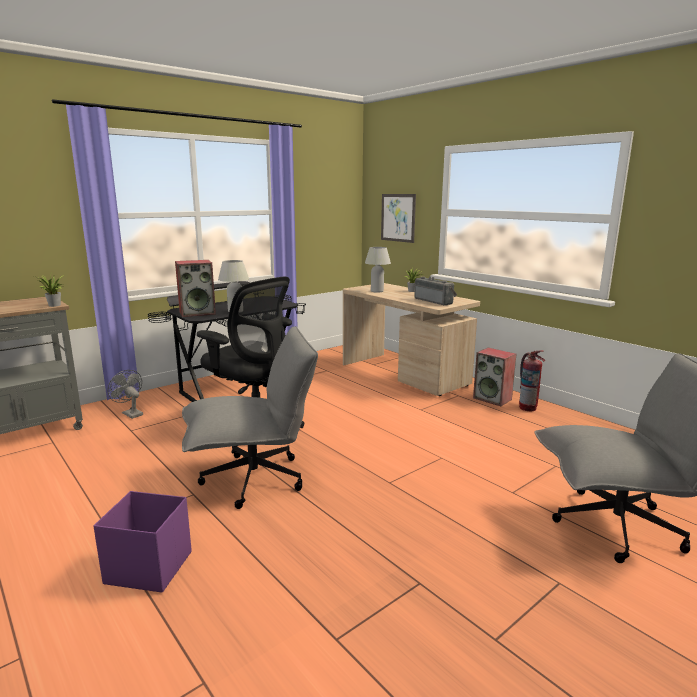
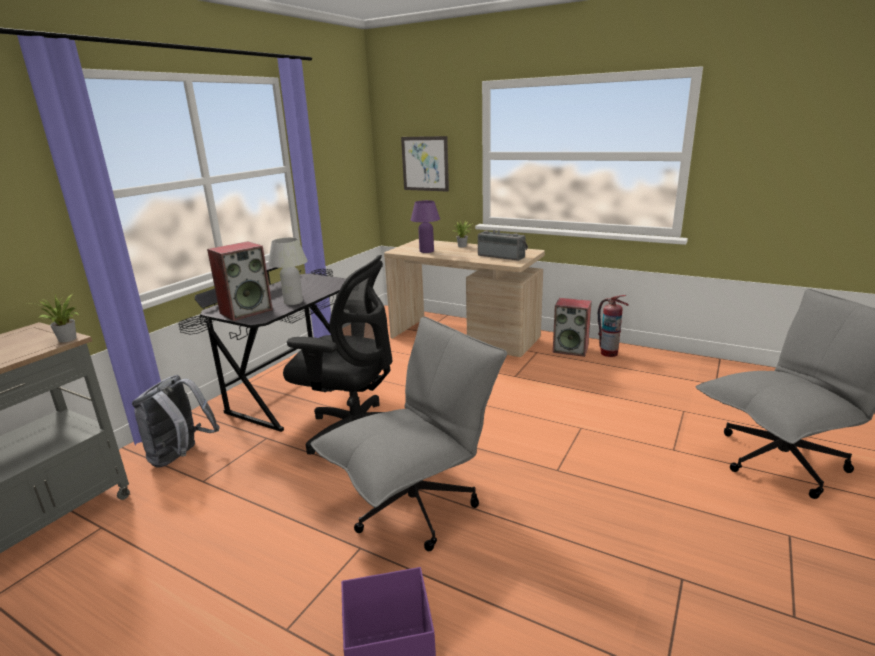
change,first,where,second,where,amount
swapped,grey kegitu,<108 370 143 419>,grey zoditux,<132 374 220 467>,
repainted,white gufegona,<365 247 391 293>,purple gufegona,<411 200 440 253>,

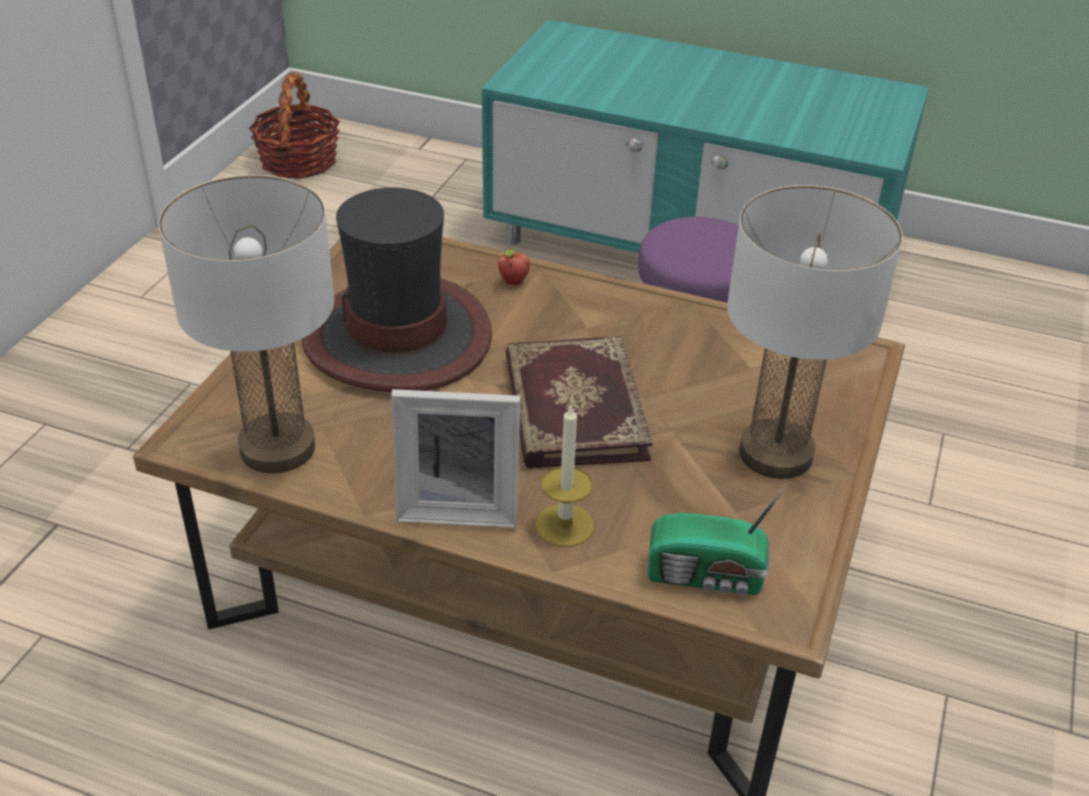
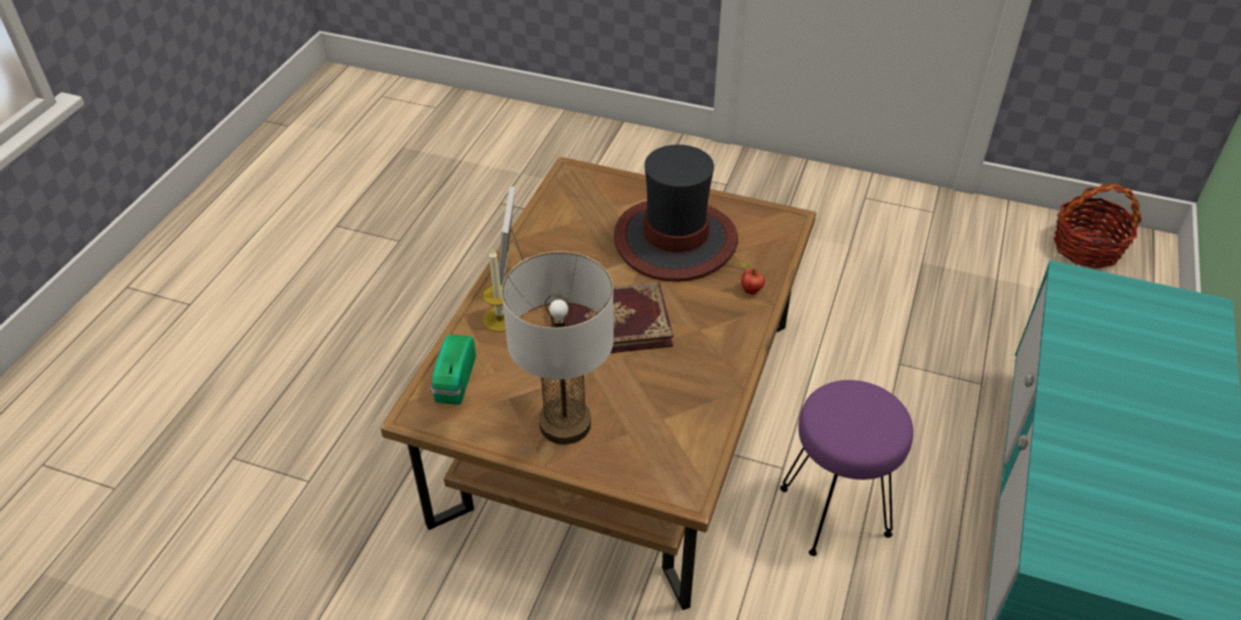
change,first,where,second,where,amount
gone,gufegona,<159 175 334 473>,,,

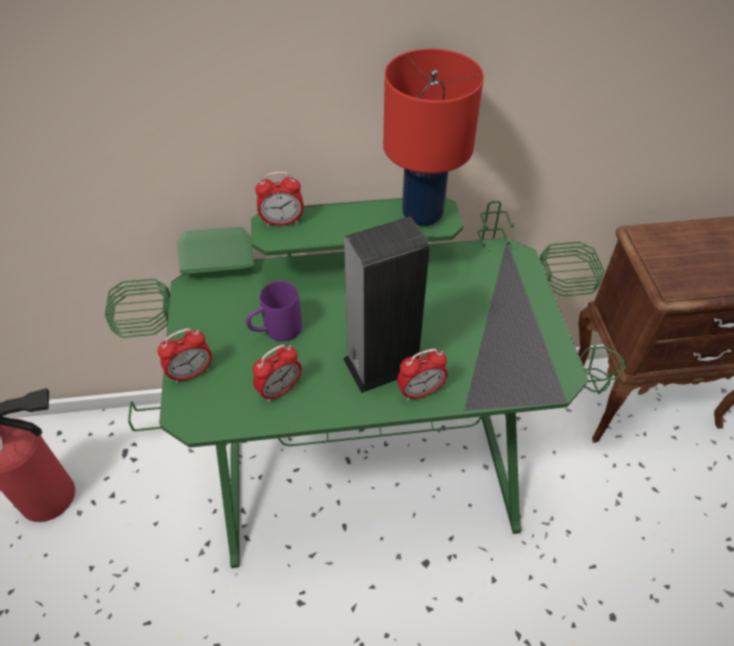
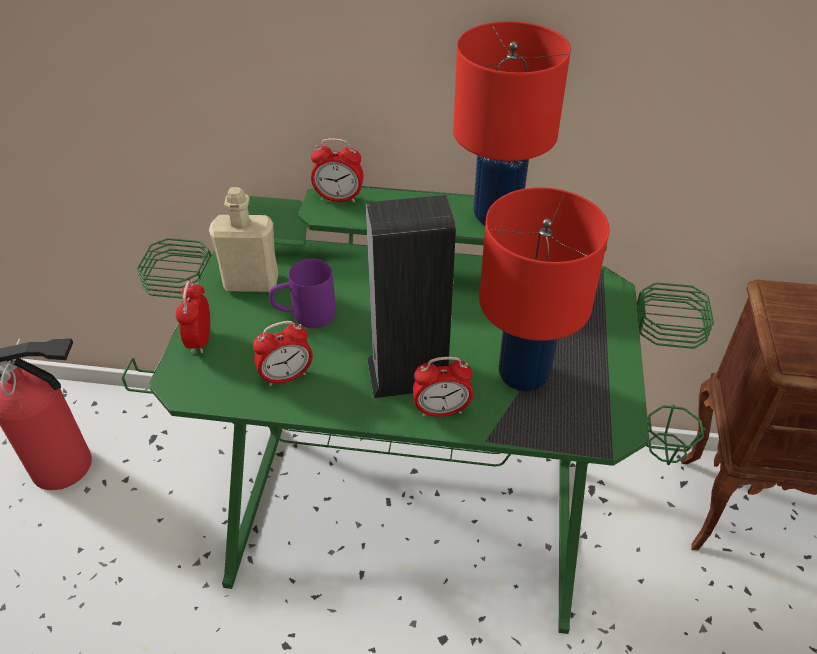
change,first,where,second,where,amount
new,,,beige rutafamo,<209 187 278 292>,
new,,,red gufegona,<479 187 610 392>,
rotated,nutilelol,<158 329 212 383>,,<175 281 210 353>,105 degrees clockwise

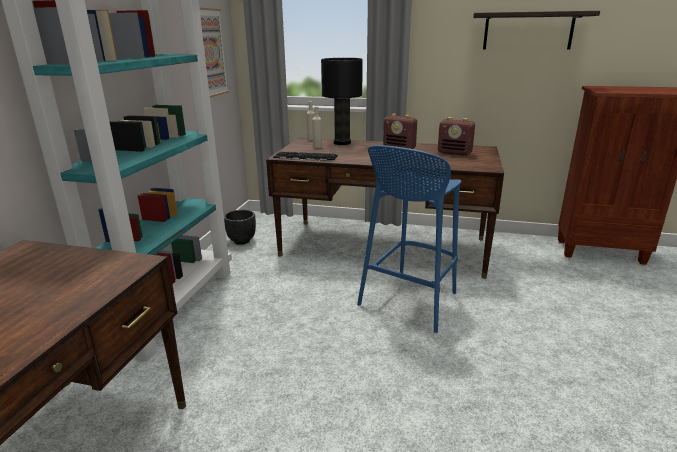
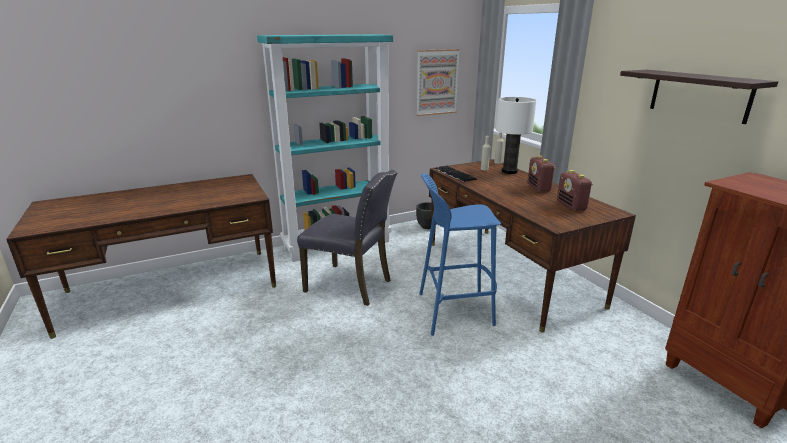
change,first,where,second,where,amount
new,,,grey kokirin,<297 170 397 306>,
repainted,black gufegona,<321 58 363 145>,white gufegona,<496 97 536 174>,

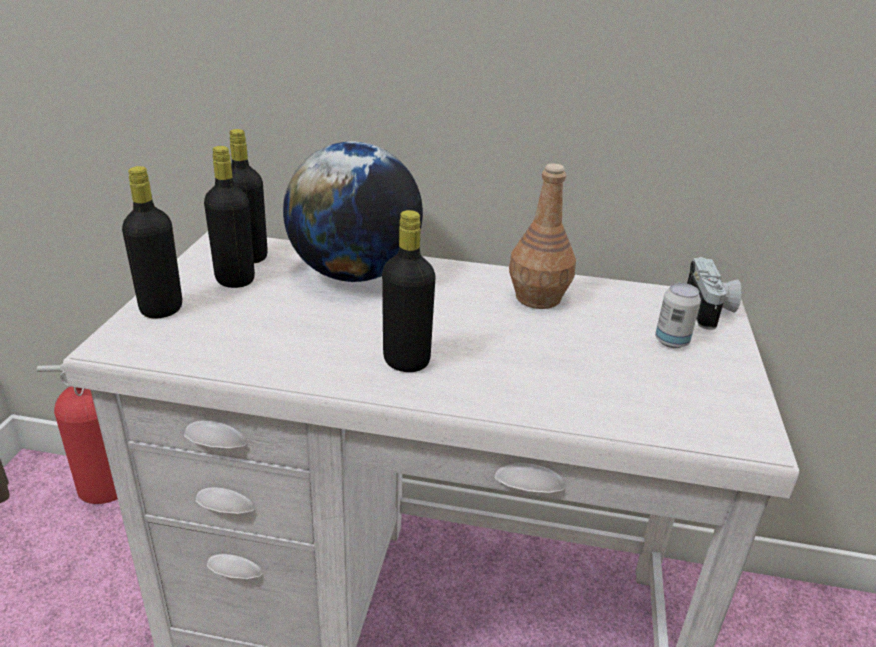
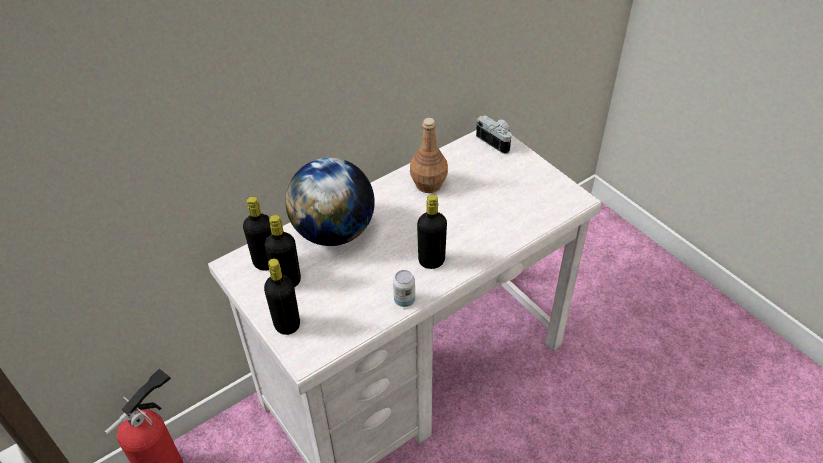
change,first,where,second,where,amount
shifted,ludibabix,<655 283 701 348>,,<393 270 415 307>,

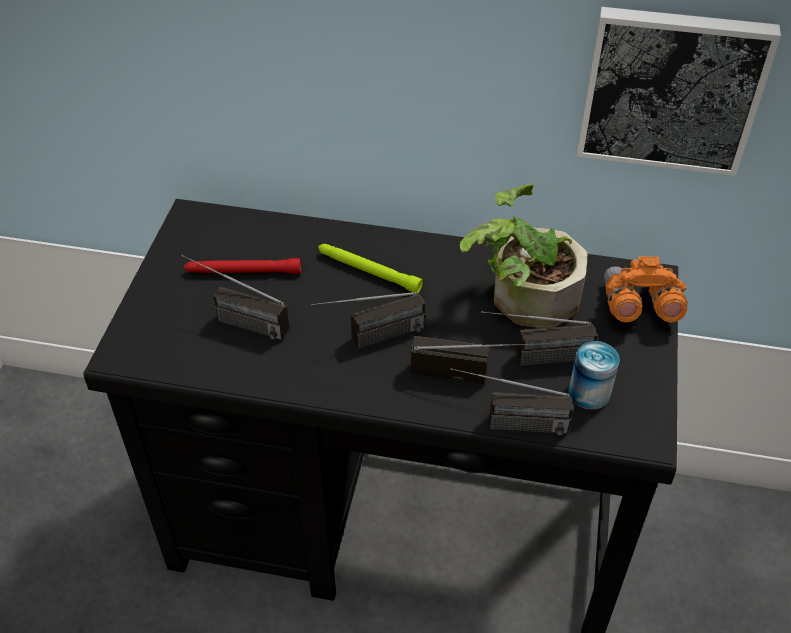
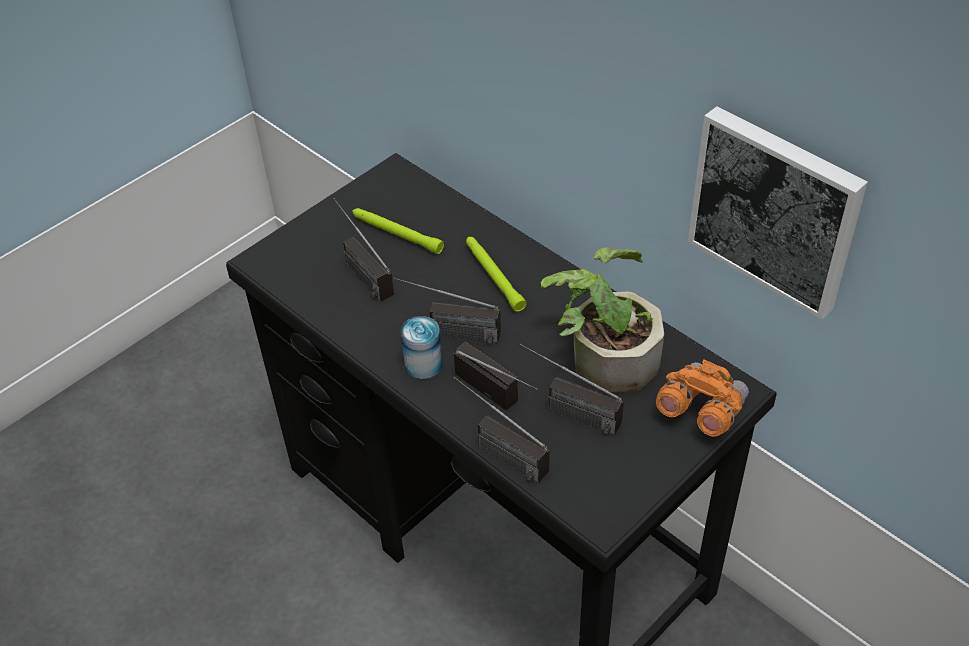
change,first,where,second,where,amount
shifted,ludibabix,<569 341 620 410>,,<401 316 443 379>,
repainted,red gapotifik,<184 258 301 274>,green gapotifik,<352 208 444 254>,

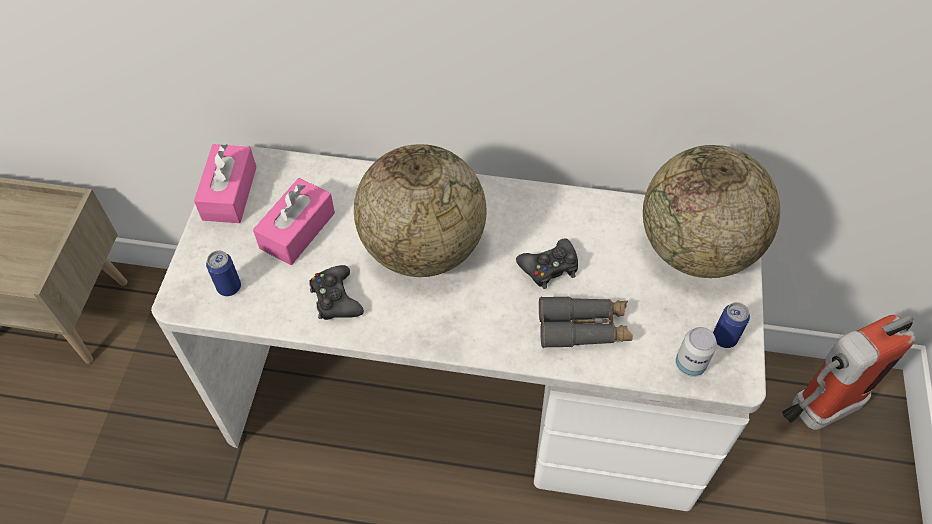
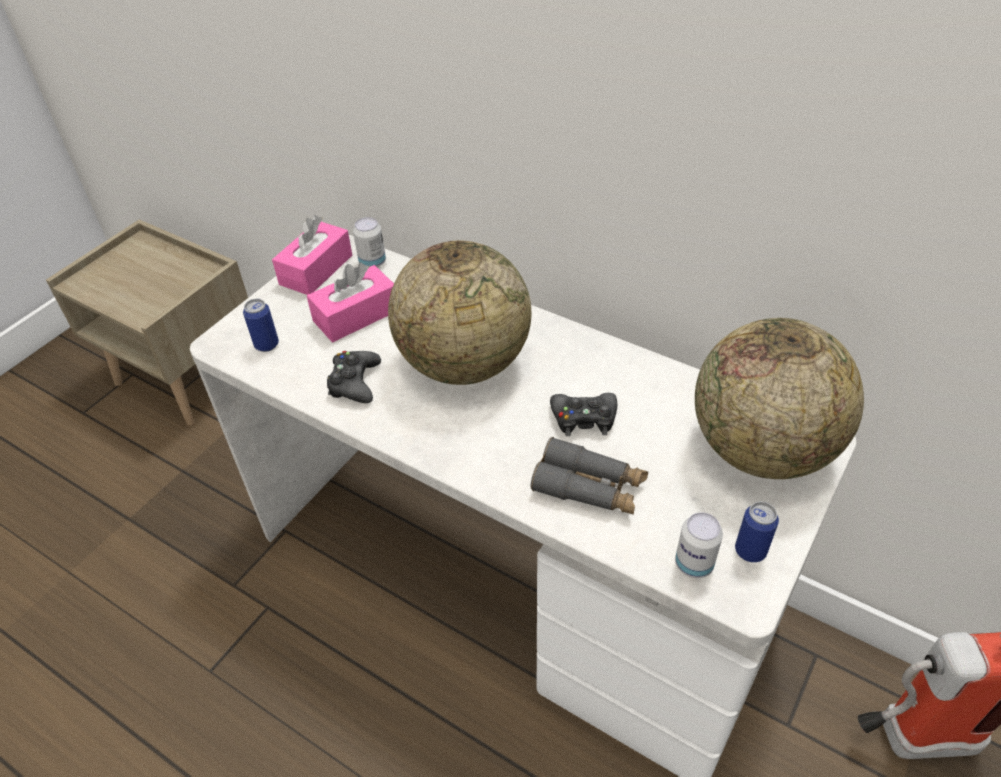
change,first,where,second,where,amount
new,,,ludibabix,<353 217 386 268>,

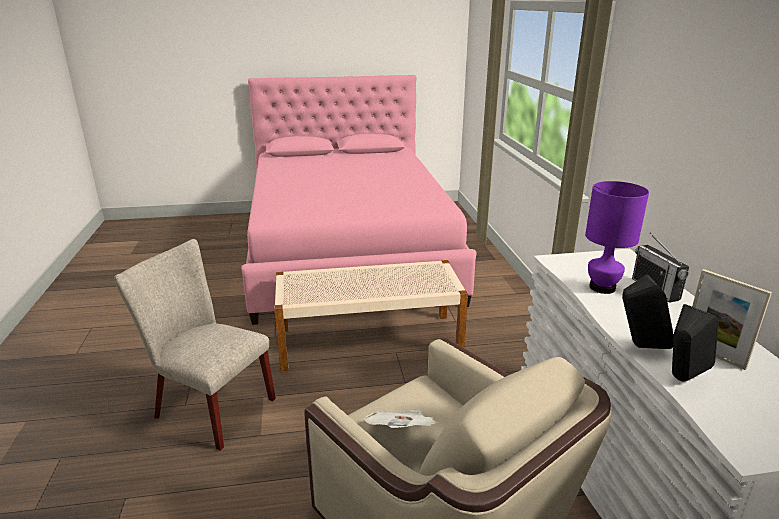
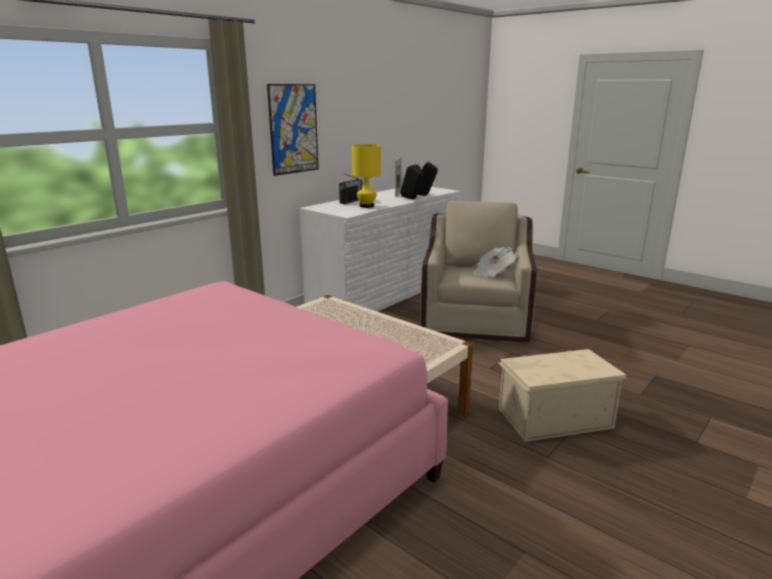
change,first,where,second,where,amount
new,,,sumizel,<267 84 319 176>,
swapped,beige kokirin,<114 239 276 451>,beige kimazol,<498 349 626 442>,
repainted,purple gufegona,<585 181 649 294>,yellow gufegona,<352 144 381 208>,

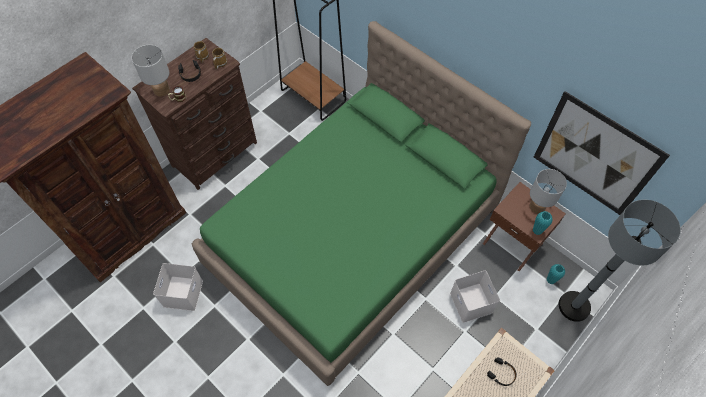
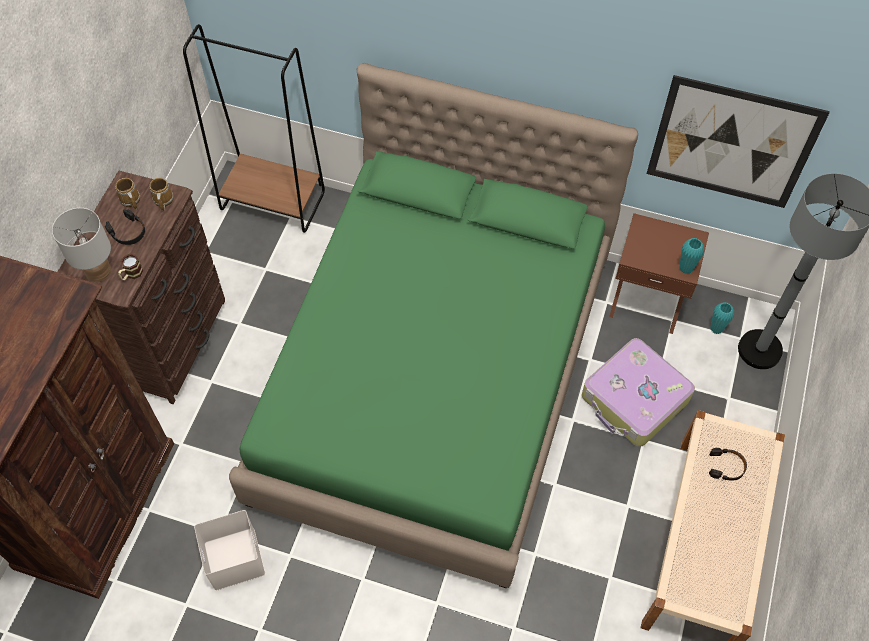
change,first,where,second,where,amount
gone,grey gufegona,<529 169 567 214>,,,
swapped,white kimazol,<450 271 500 323>,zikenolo,<582 338 695 447>,

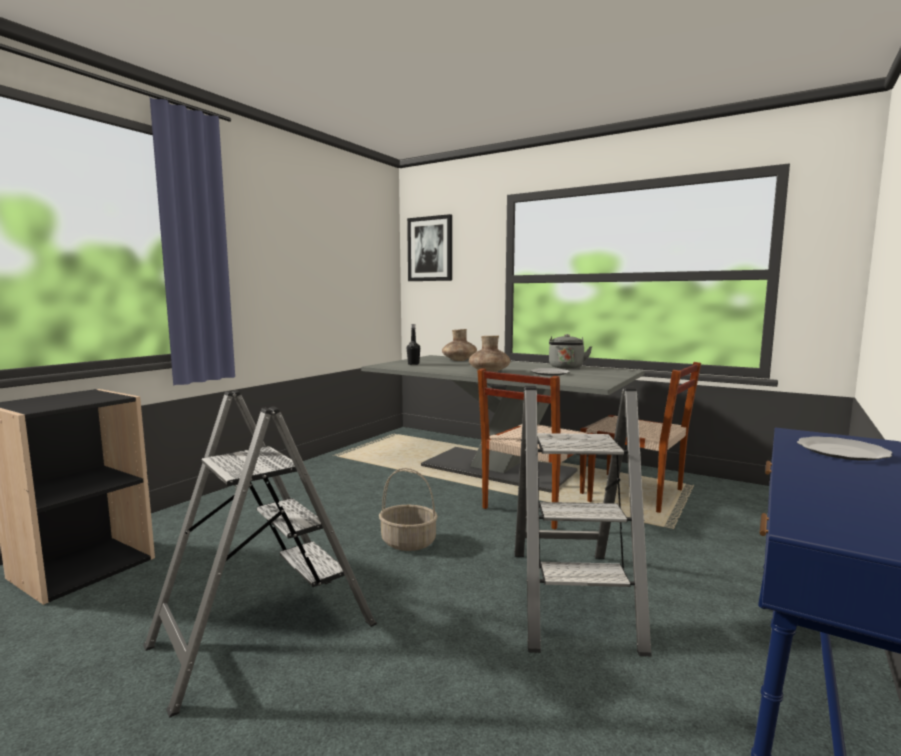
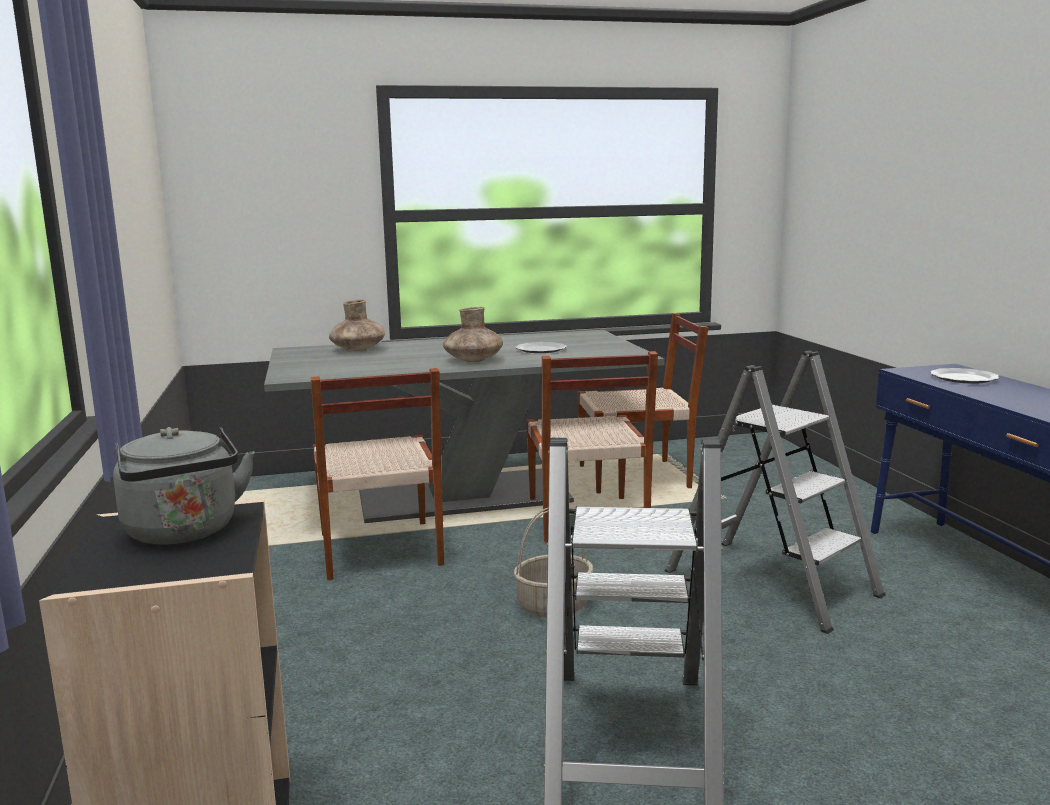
change,first,where,second,where,amount
gone,sumizel,<407 214 452 281>,,,
gone,black rutafamo,<407 324 420 365>,,,
new,,,kokirin,<311 368 444 580>,
shifted,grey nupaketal,<549 334 592 369>,,<113 427 255 544>,

